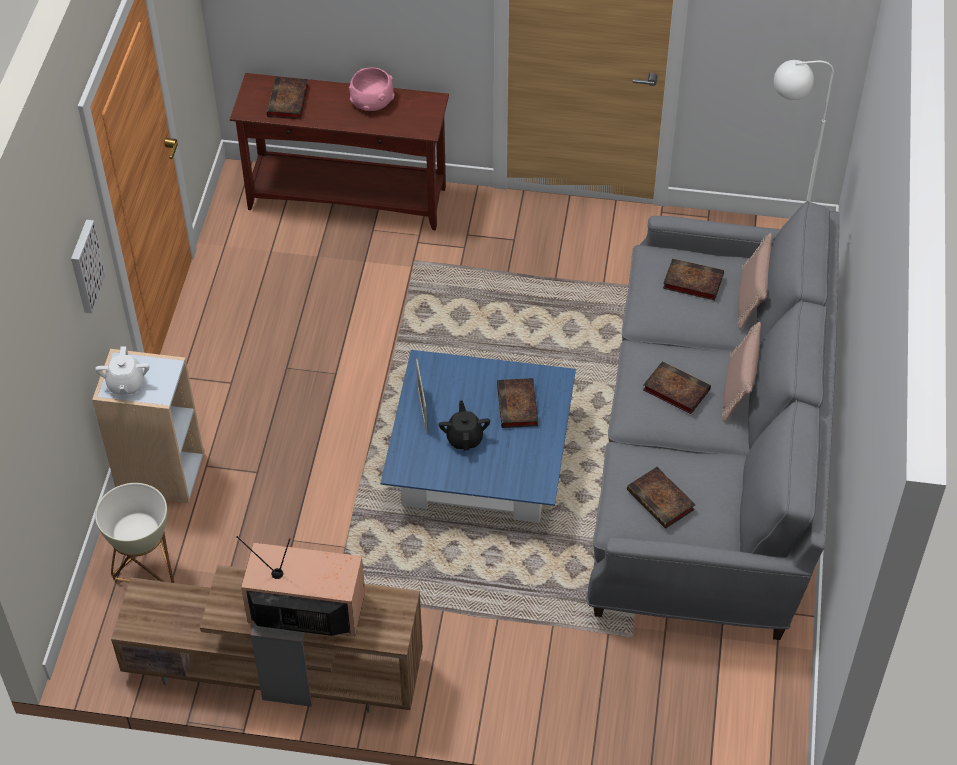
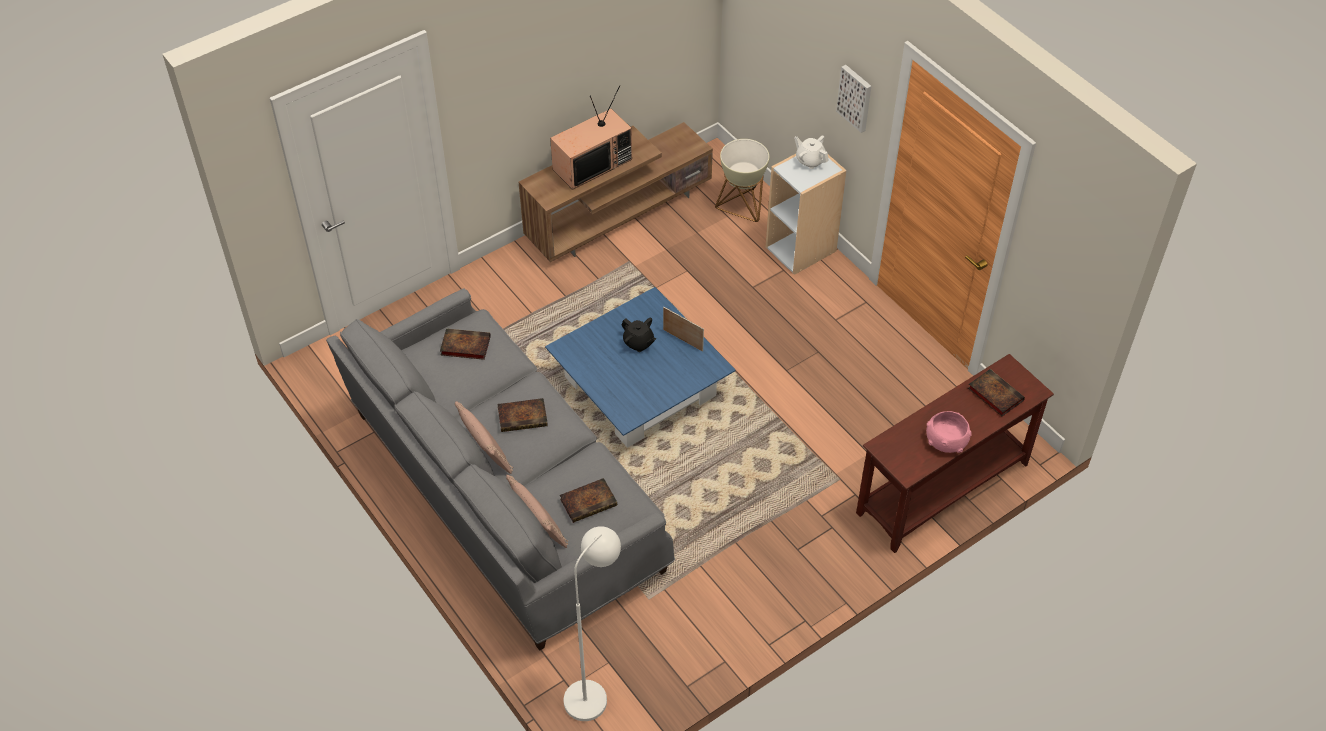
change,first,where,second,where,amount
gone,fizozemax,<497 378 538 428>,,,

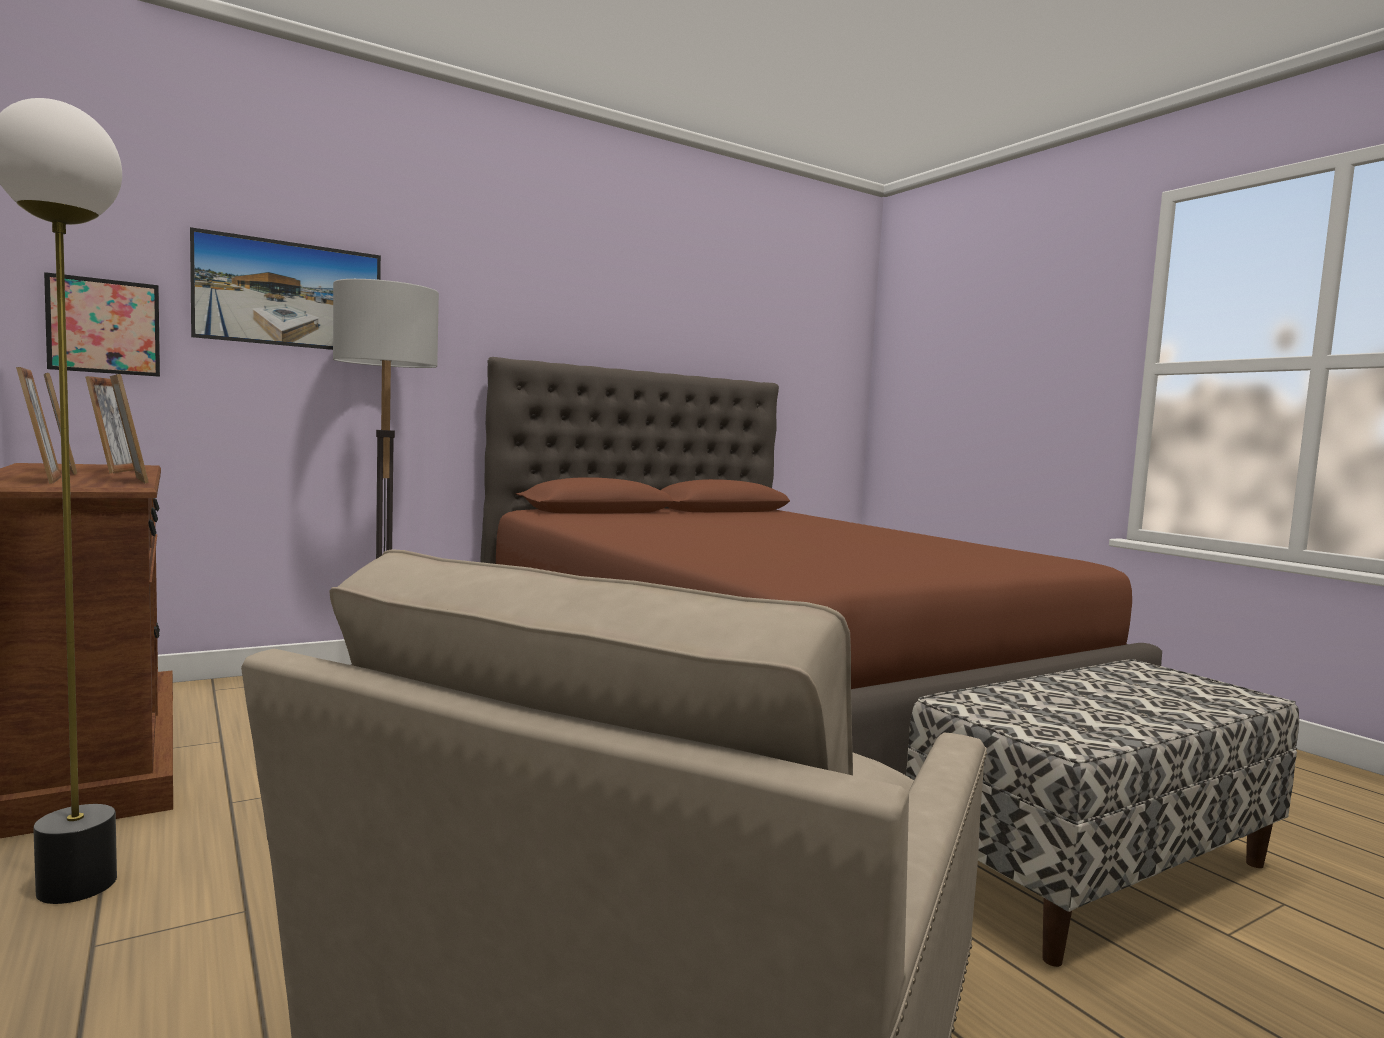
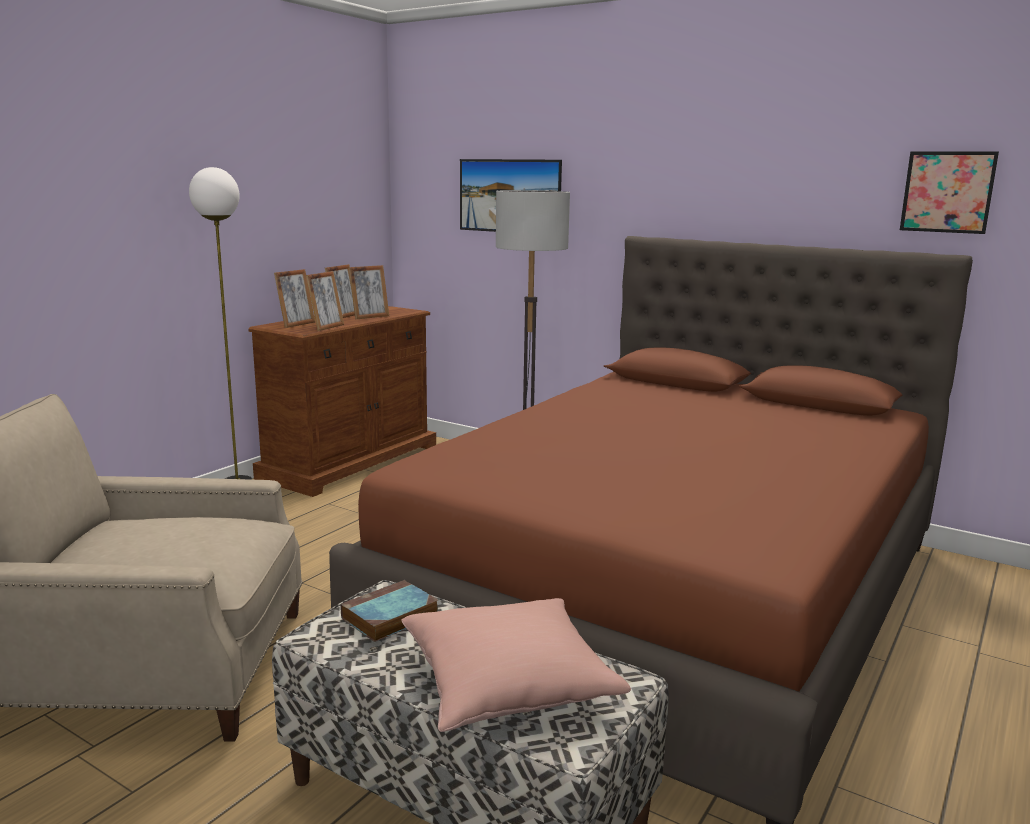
change,first,where,second,where,amount
new,,,fizozemax,<340 580 438 642>,
new,,,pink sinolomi,<401 598 631 732>,
shifted,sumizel,<44 272 160 377>,,<900 152 999 234>,

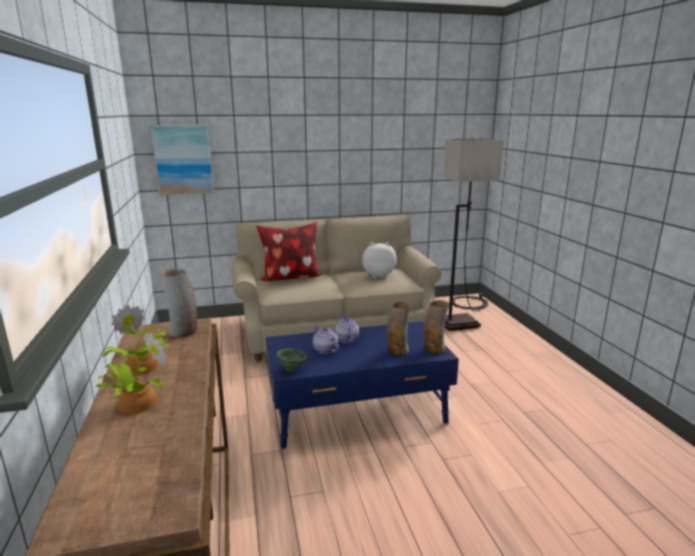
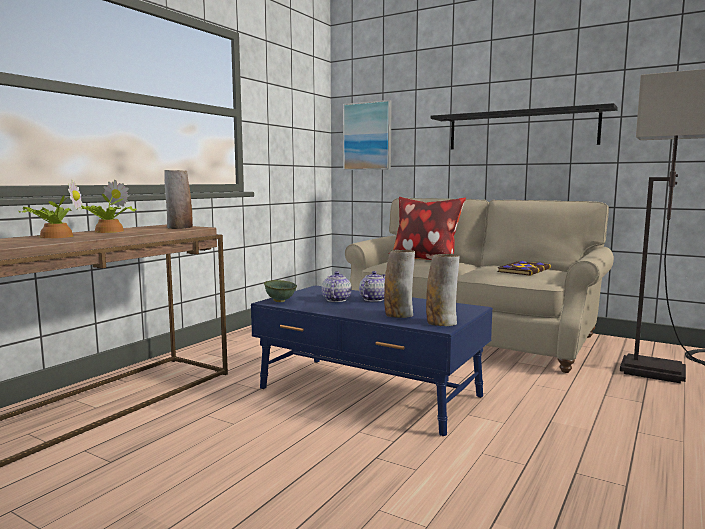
change,first,where,second,where,amount
new,,,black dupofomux,<430 103 618 149>,
swapped,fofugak,<362 242 397 278>,fizozemax,<498 261 551 276>,

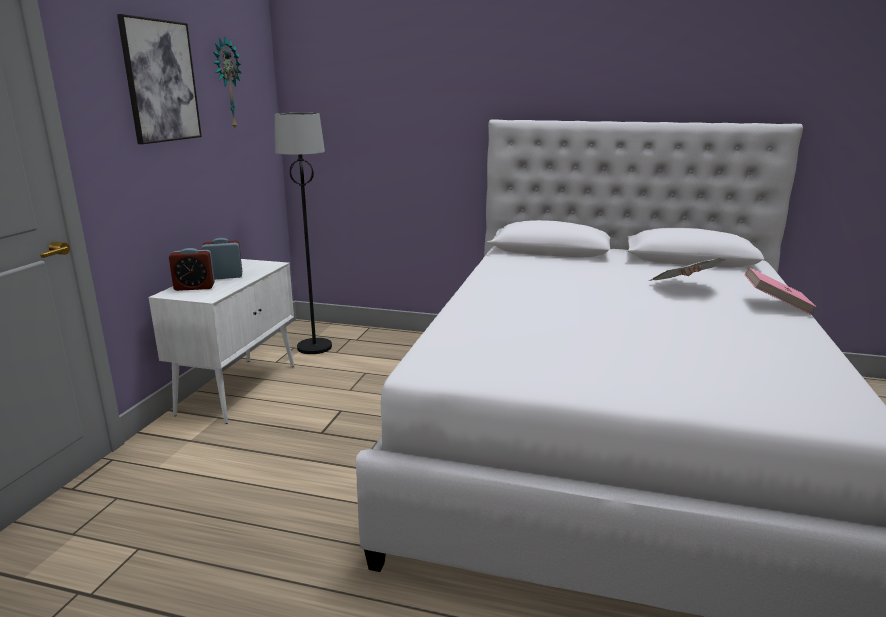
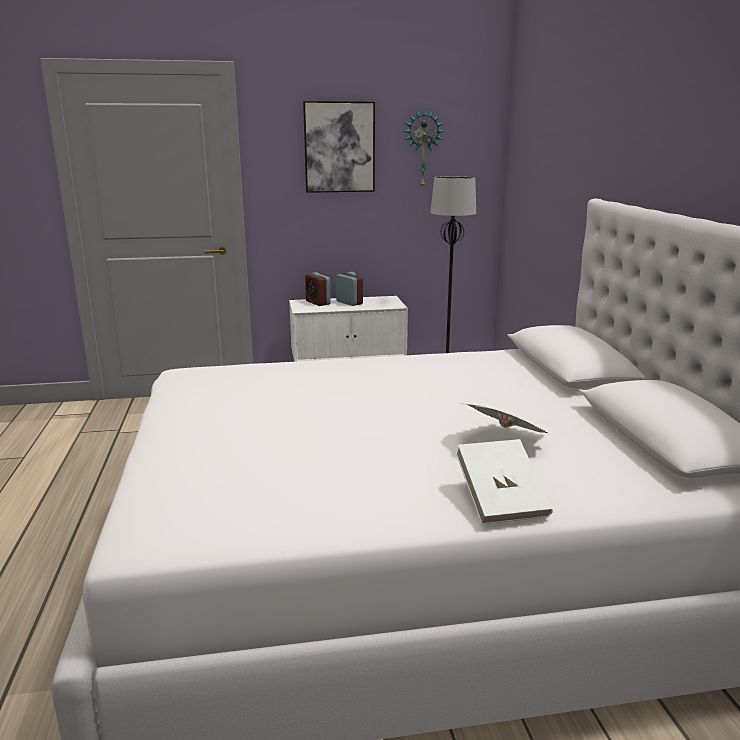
change,first,where,second,where,amount
repainted,pink fizozemax,<745 268 816 315>,white fizozemax,<456 439 553 525>,

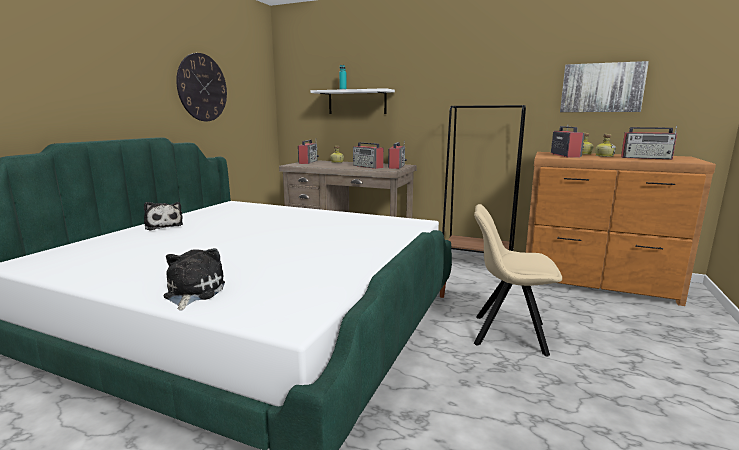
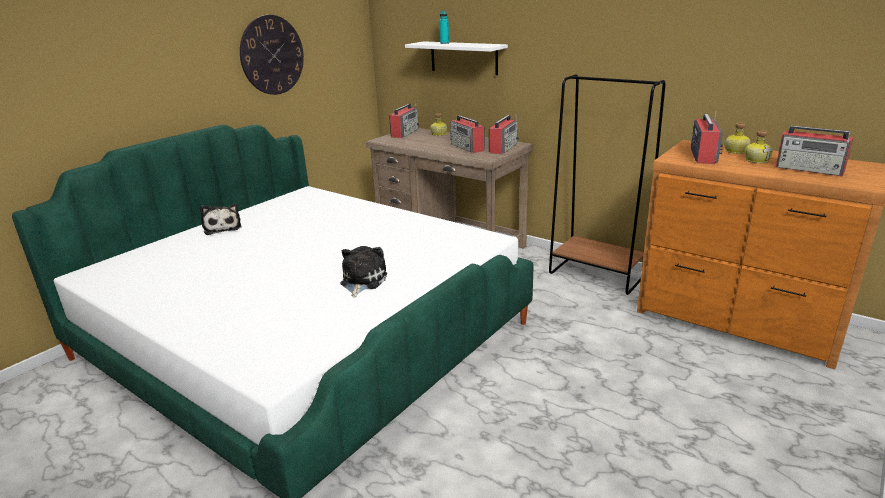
change,first,where,second,where,amount
gone,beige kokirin,<474 204 562 357>,,,
gone,sumizel,<560 61 649 112>,,,
shifted,fofugak,<164 248 225 310>,,<340 246 387 297>,

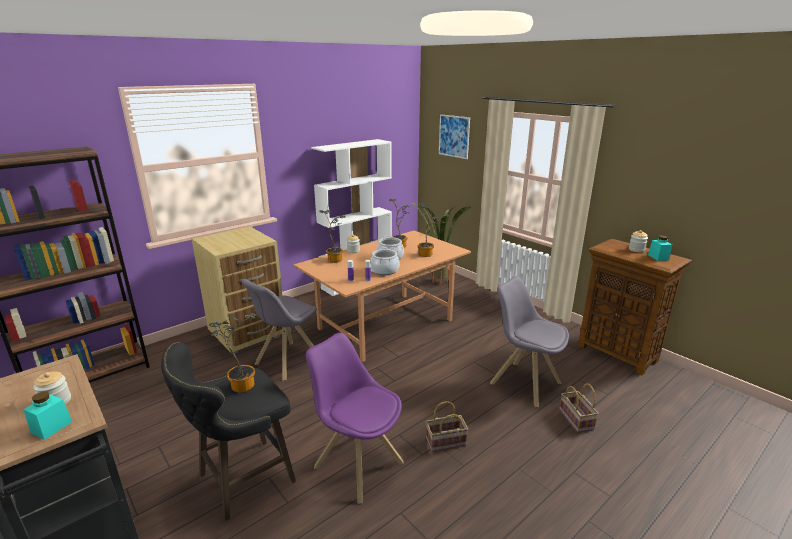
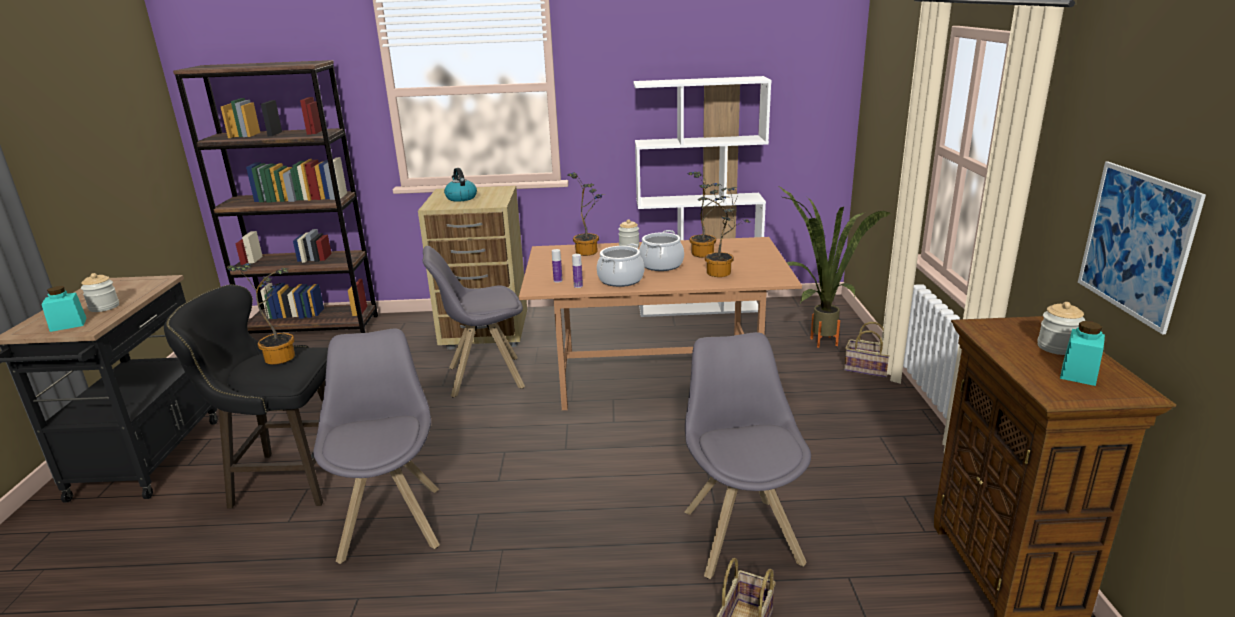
change,first,where,second,where,amount
new,,,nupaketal,<444 168 477 202>,
shifted,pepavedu,<426 401 468 452>,,<844 322 890 378>,
shifted,sumizel,<439 114 470 159>,,<1078 162 1206 334>,
repainted,purple kokirin,<306 333 404 504>,grey kokirin,<313 328 440 564>,

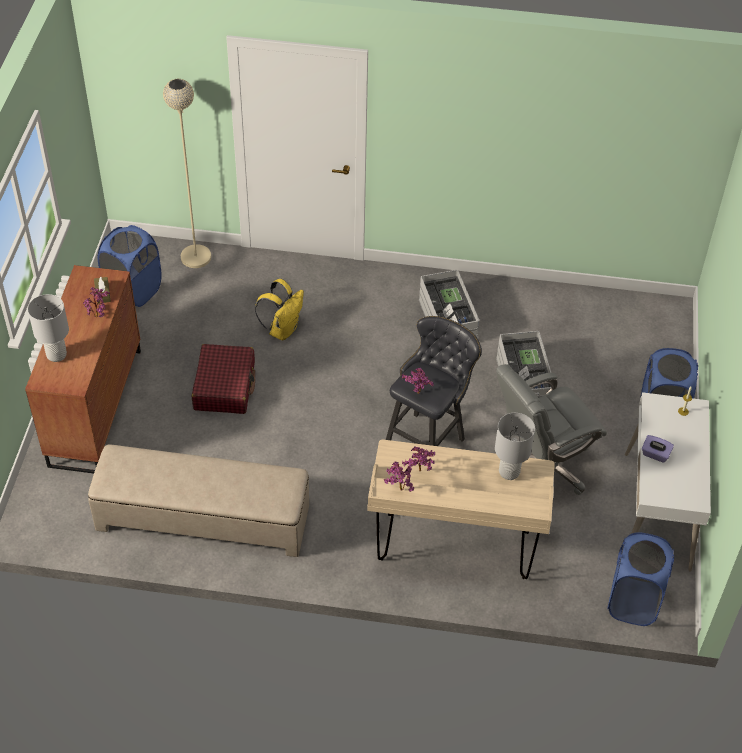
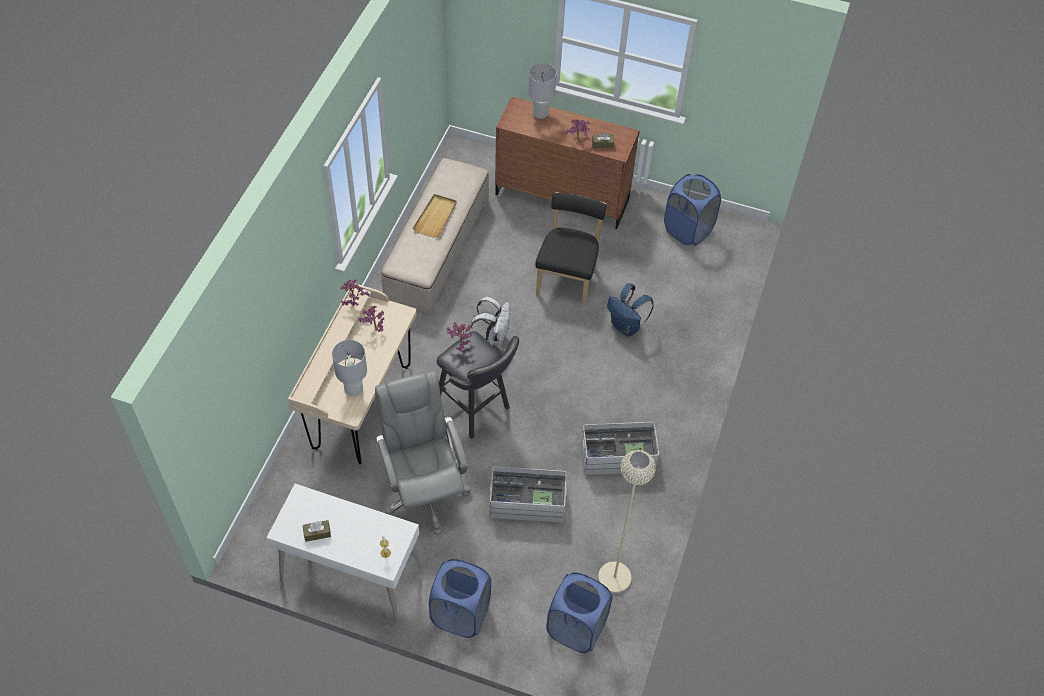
change,first,where,second,where,amount
gone,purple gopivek,<642 435 674 463>,,,
new,,,brown gopivek,<303 520 331 542>,
new,,,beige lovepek,<413 194 457 238>,
new,,,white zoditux,<469 296 510 345>,
shifted,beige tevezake,<163 78 211 268>,,<598 450 656 594>,
shifted,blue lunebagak,<607 532 674 626>,,<546 572 612 653>,
swapped,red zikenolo,<192 344 255 414>,black kokirin,<536 192 607 306>,
repainted,yellow zoditux,<255 279 304 340>,blue zoditux,<607 283 654 337>,

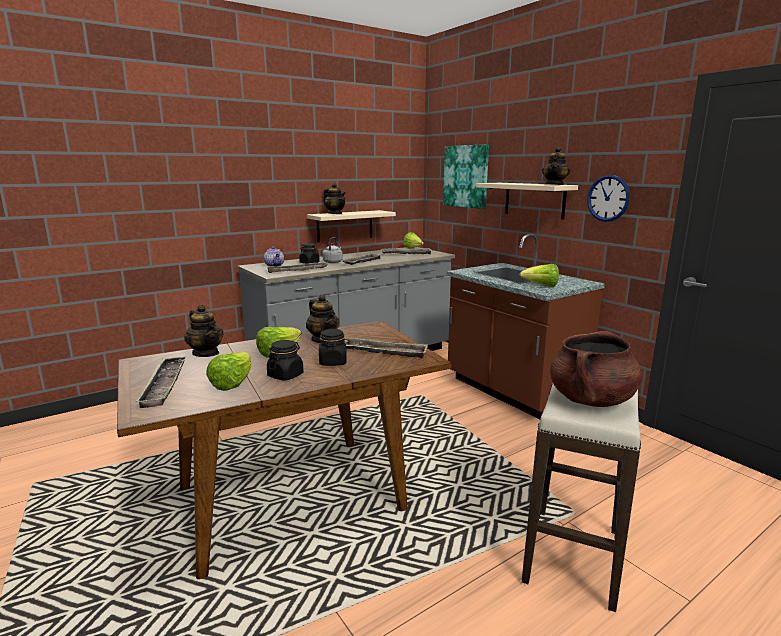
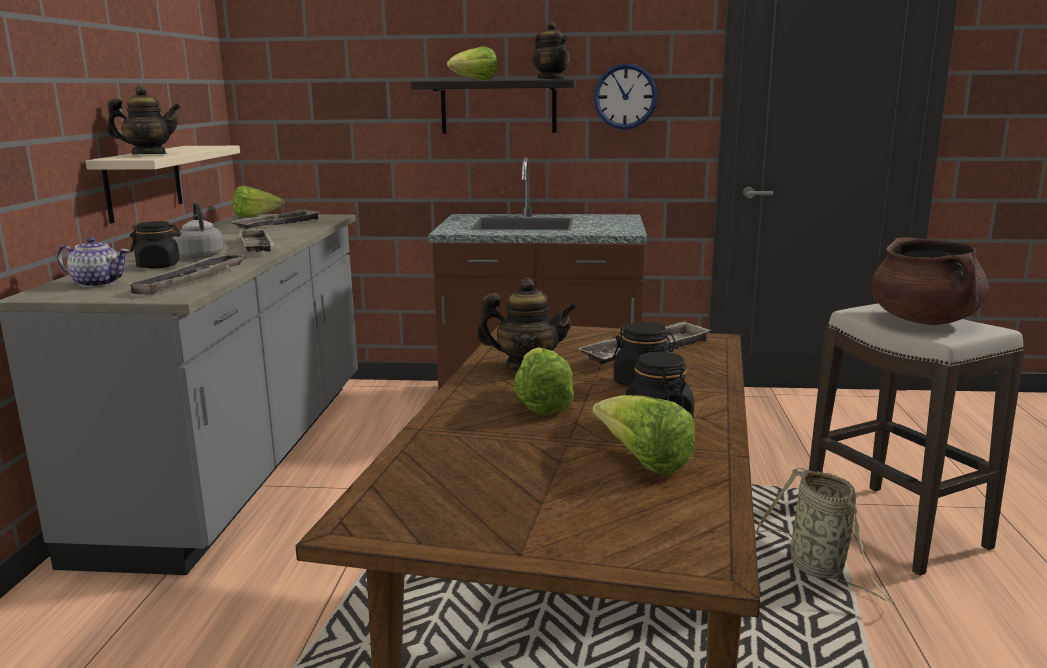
change,first,where,second,where,amount
gone,lovepek,<136 356 186 408>,,,
gone,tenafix,<184 305 223 357>,,,
gone,sumizel,<443 144 489 209>,,,
new,,,pepavedu,<755 468 894 604>,
shifted,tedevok,<519 264 559 287>,,<447 46 498 81>,
repainted,beige dupofomux,<476 183 578 220>,black dupofomux,<411 80 576 133>,

